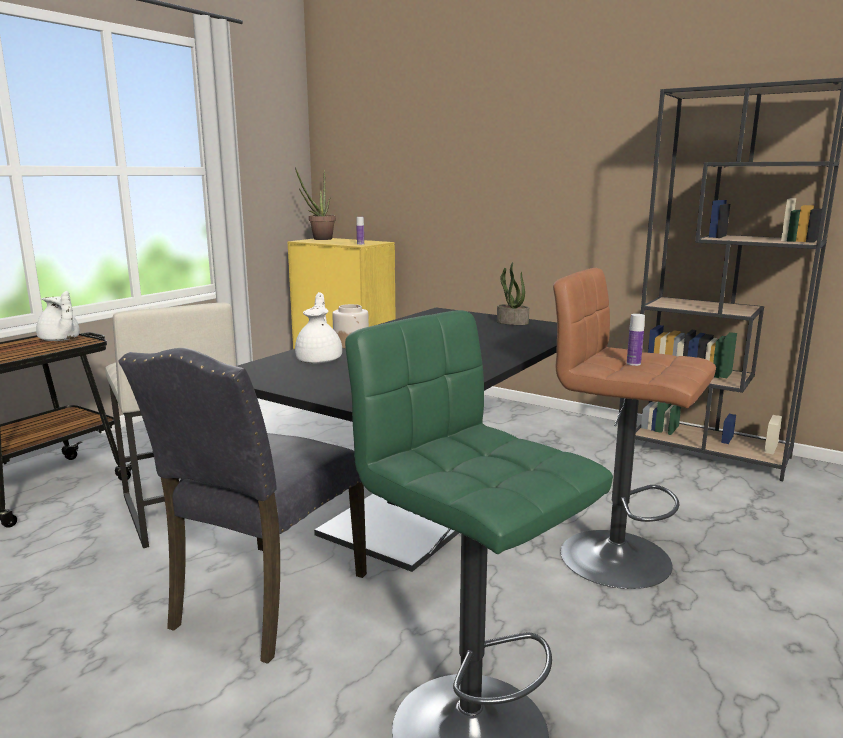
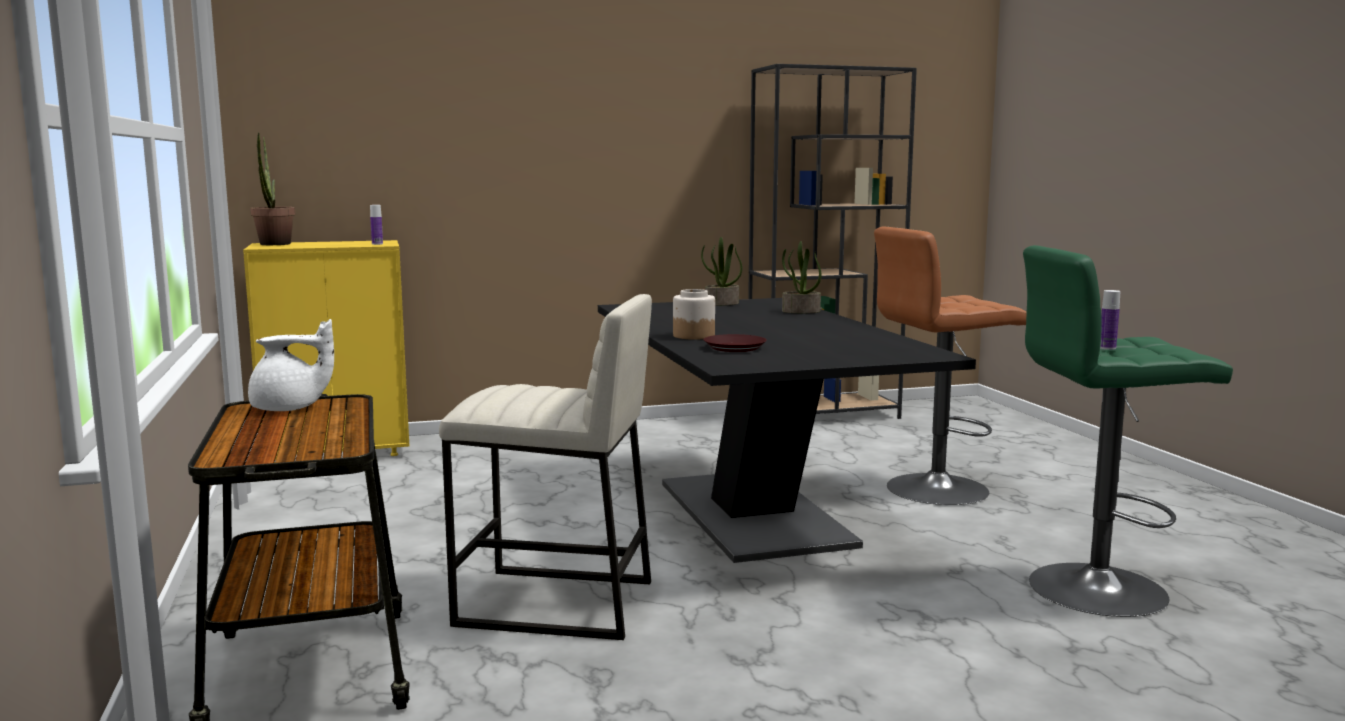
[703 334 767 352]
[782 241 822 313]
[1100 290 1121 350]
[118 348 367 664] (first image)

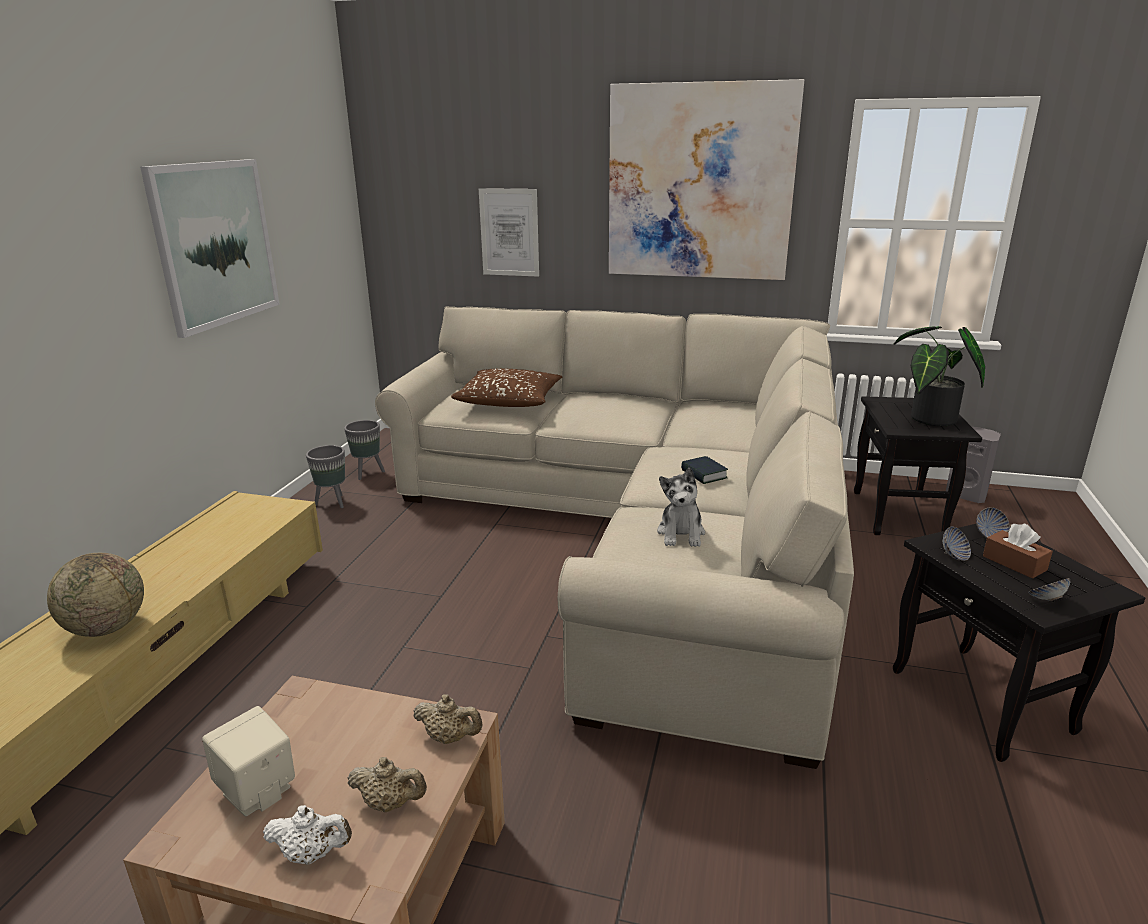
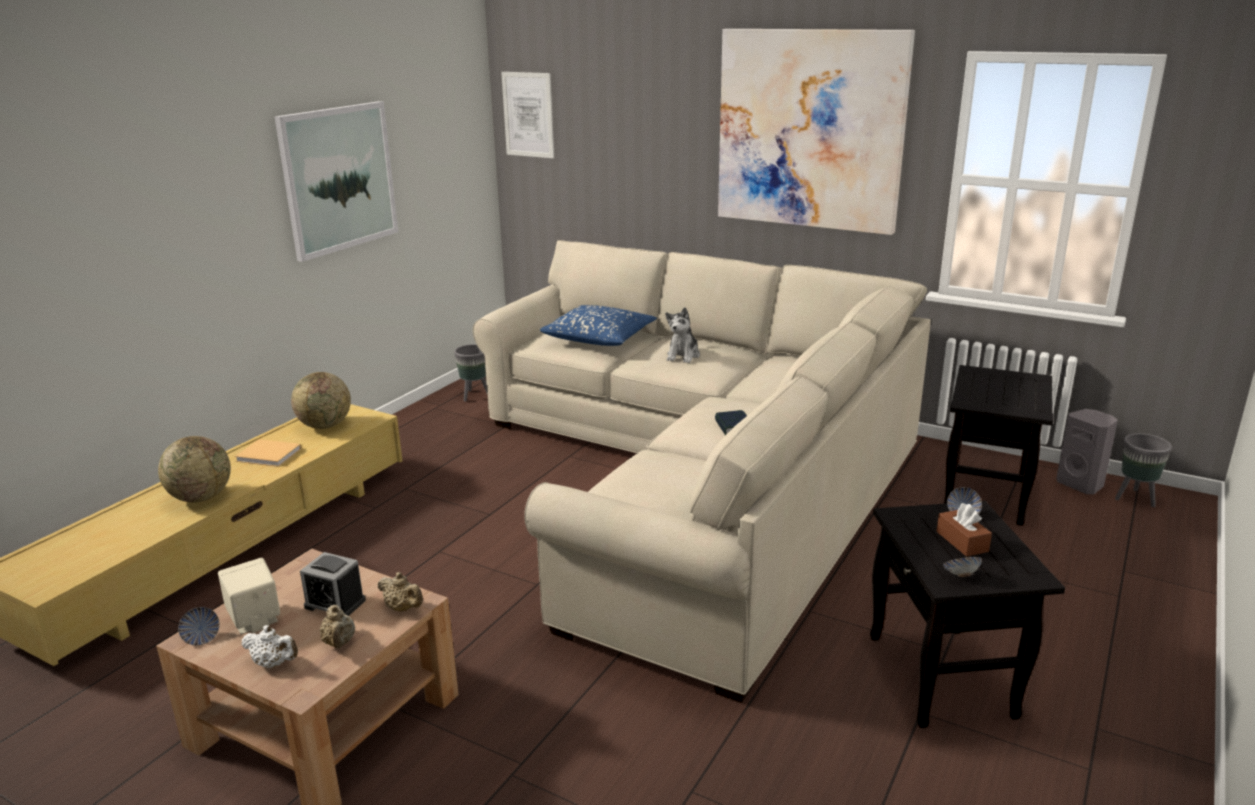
[178 607 220 645]
[235 439 301 467]
[291 372 351 429]
[300 552 366 616]
[319 605 355 649]
[501 72 554 158]
[540 305 657 346]
[665 307 700 363]
[1115 433 1172 507]
[893 326 985 426] (first image)

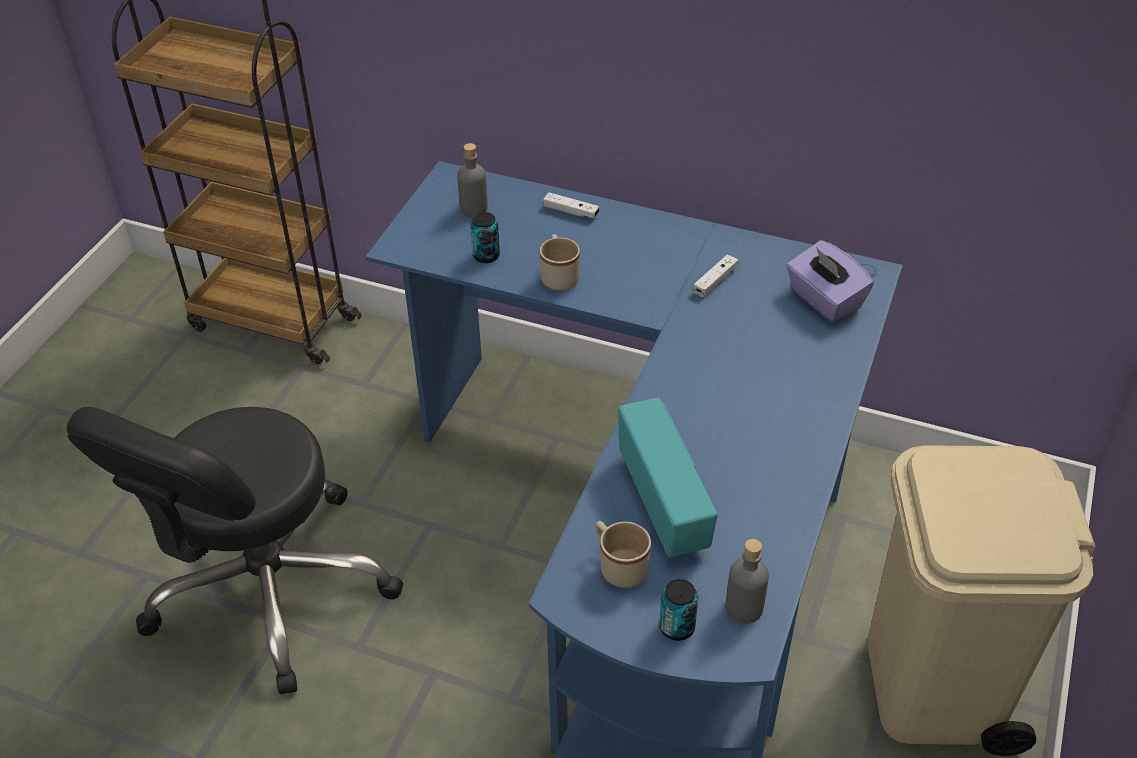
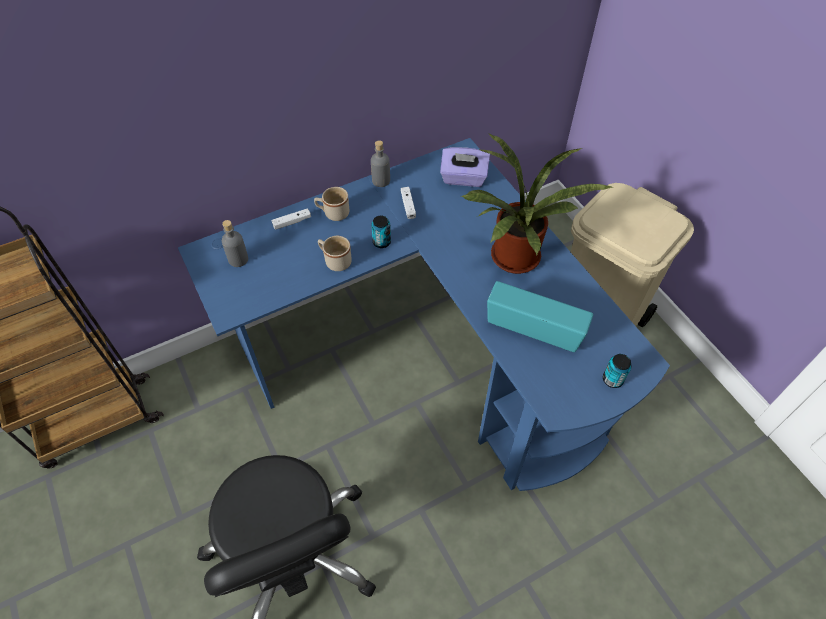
[314 187 349 221]
[371 140 390 187]
[371 216 391 248]
[461 133 613 274]

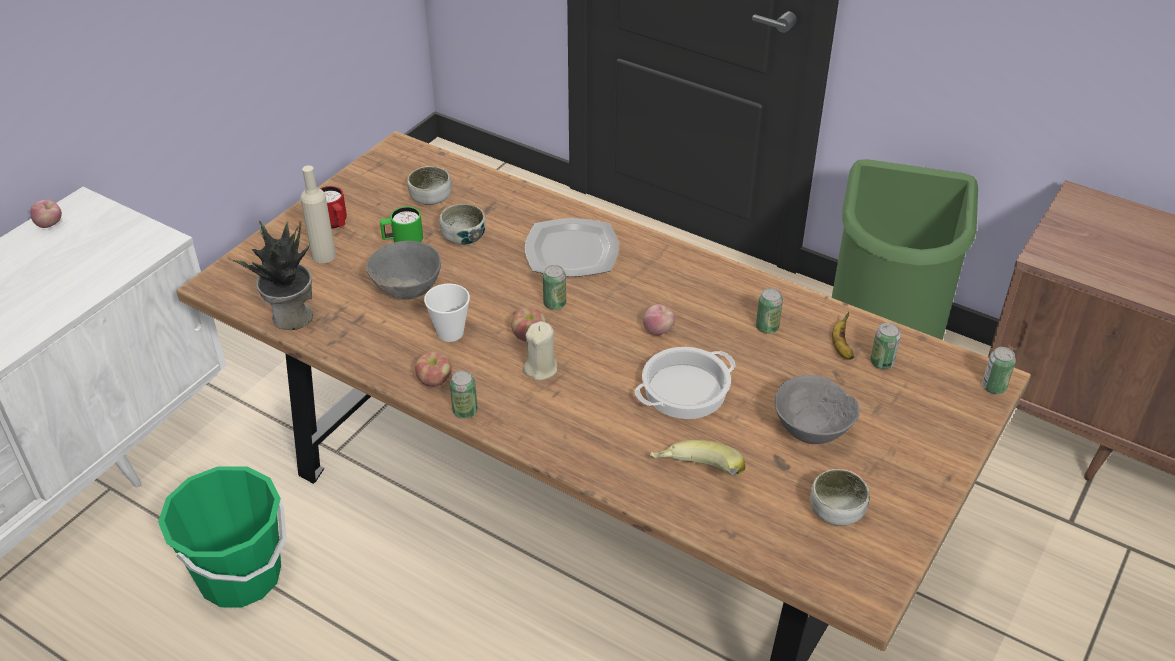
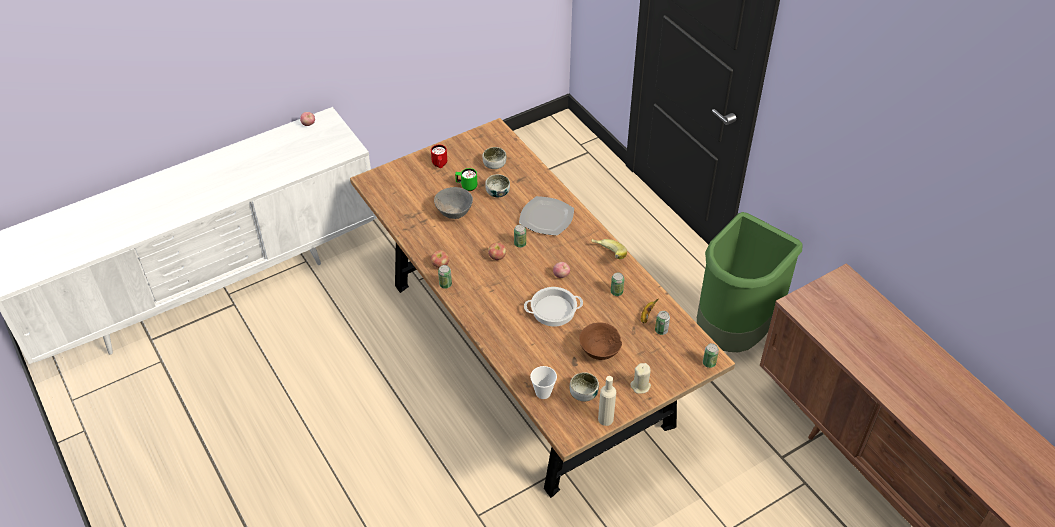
[530 366 557 399]
[579 322 622 360]
[591 239 627 259]
[598 376 616 426]
[631 363 651 394]
[158 466 287 607] (first image)
[227 221 313 330] (first image)

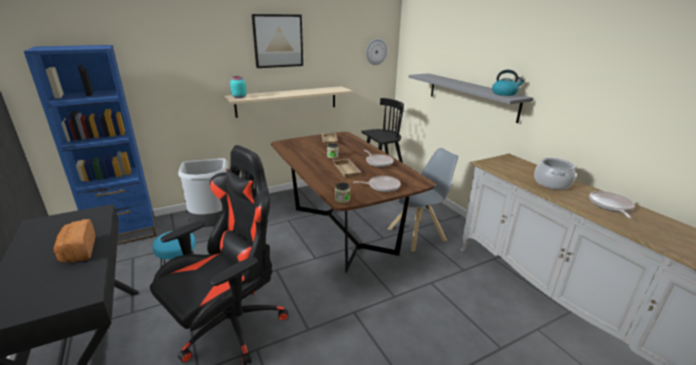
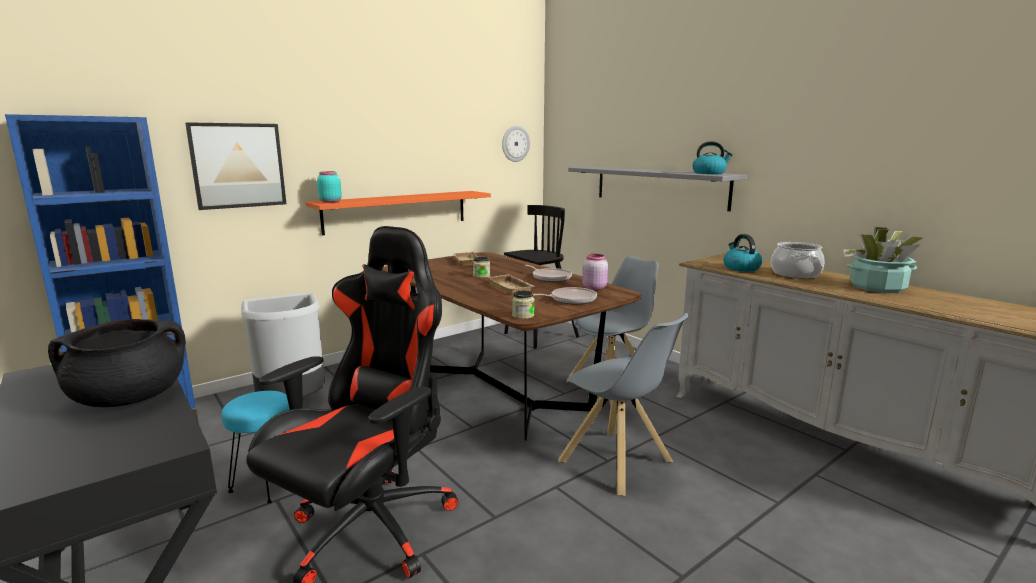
[48 319 186 407]
[185 122 286 210]
[305 191 491 235]
[558 313 688 496]
[582 254 608 290]
[724 234 762 272]
[843 227 924 293]

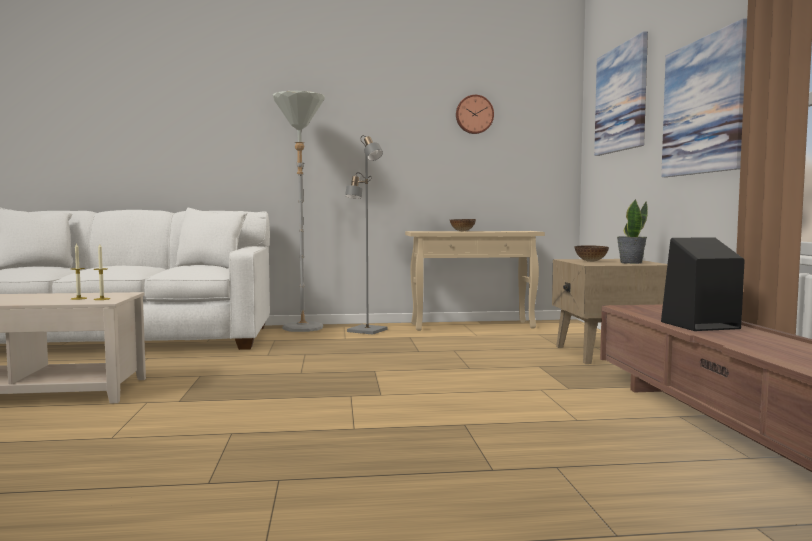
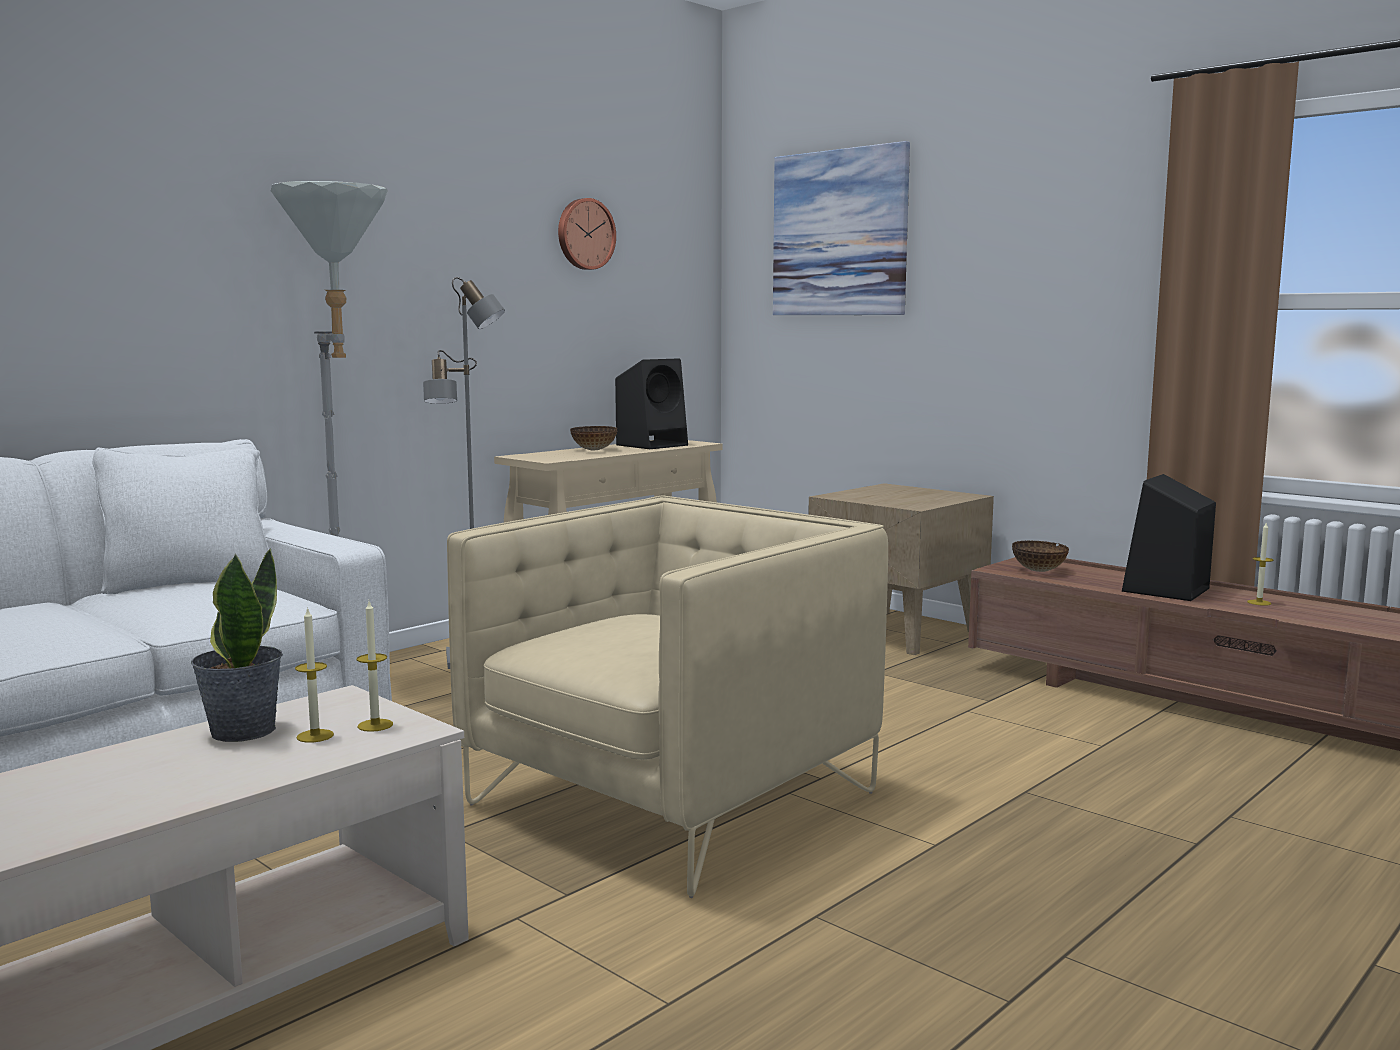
[191 548 283 742]
[447 495 888 898]
[615 358 688 449]
[1012 541 1069 572]
[1247 523 1273 606]
[661 18 747 177] (first image)

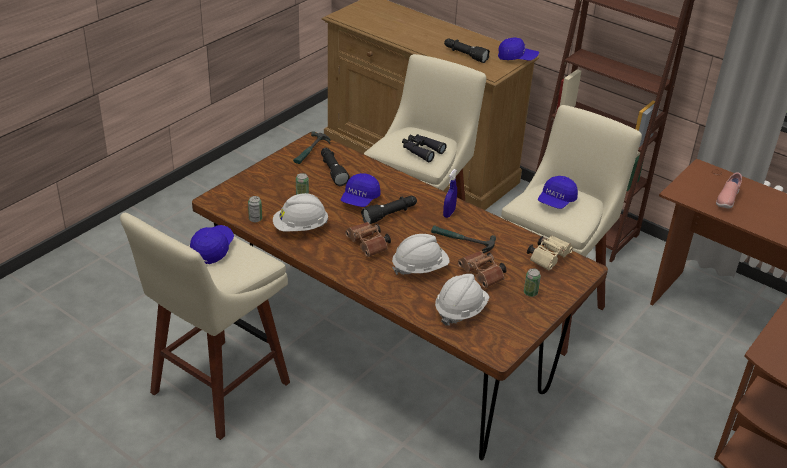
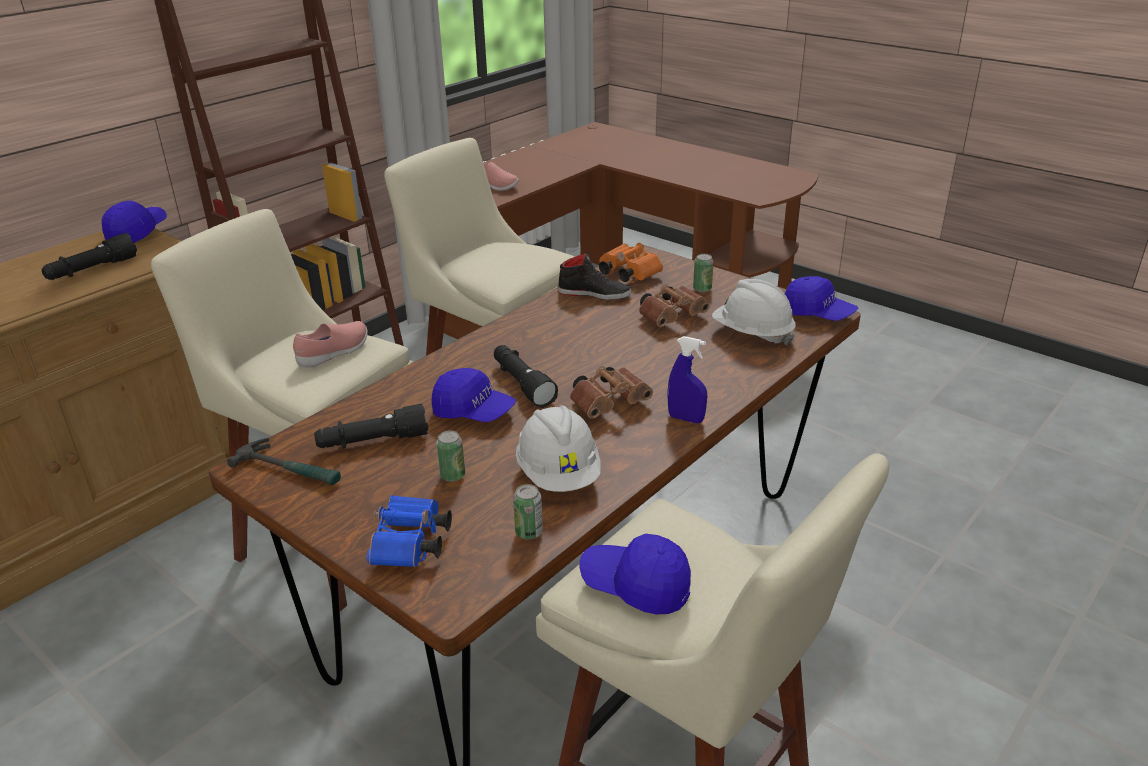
[293 321 368 368]
[367 495 452 567]
[558 252 632 300]
[599 243 663 283]
[668 336 707 423]
[785 276 858 321]
[392 234 450 275] (first image)
[431 225 496 253] (first image)

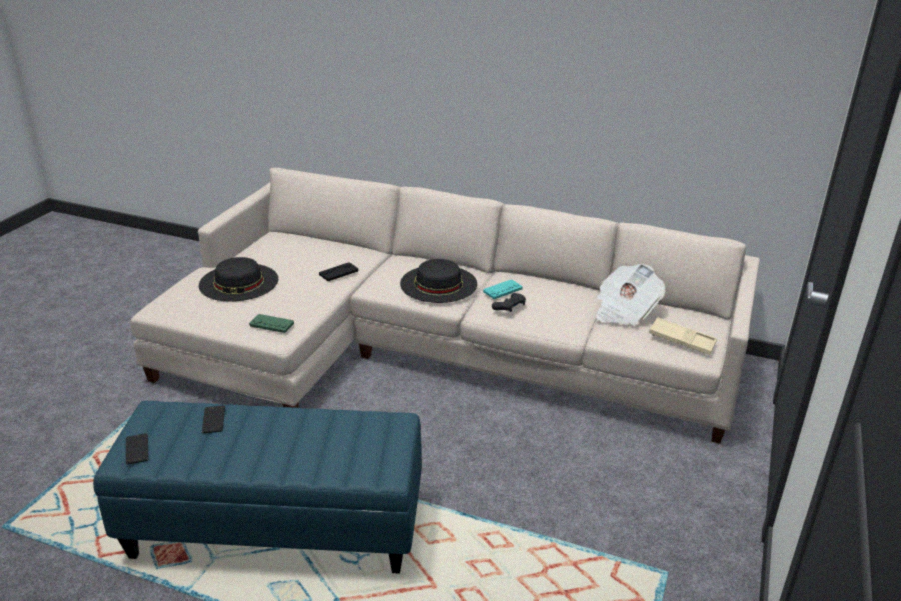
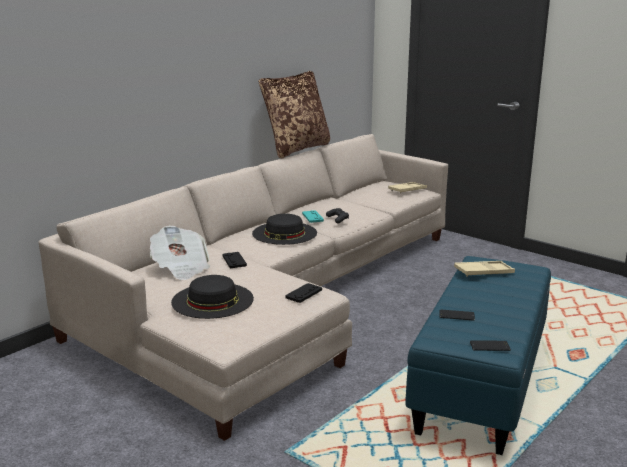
[150 225 210 281]
[258 71 330 158]
[285 283 322 303]
[454 261 515 277]

